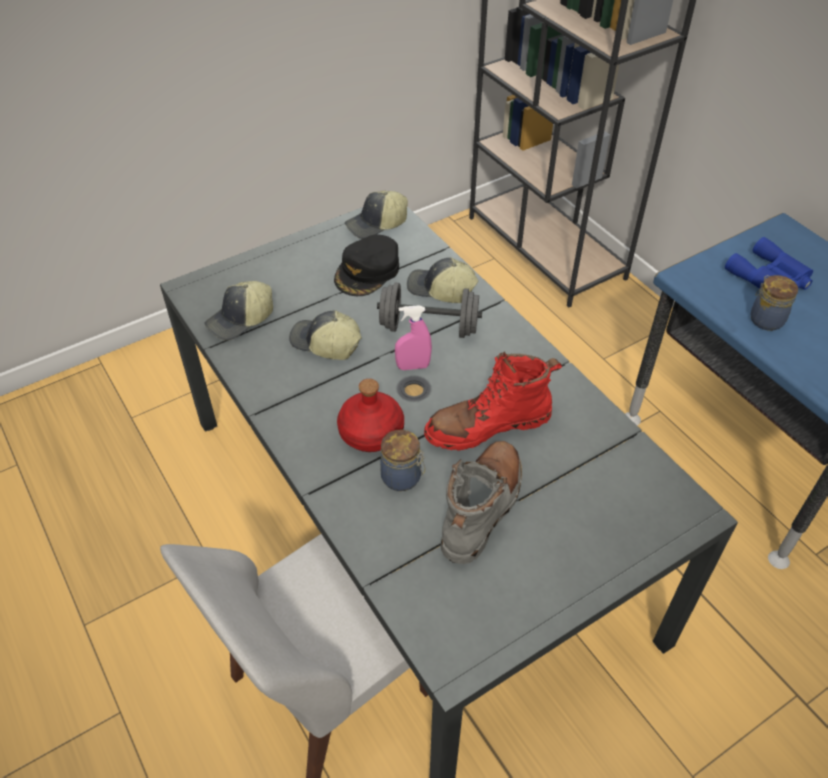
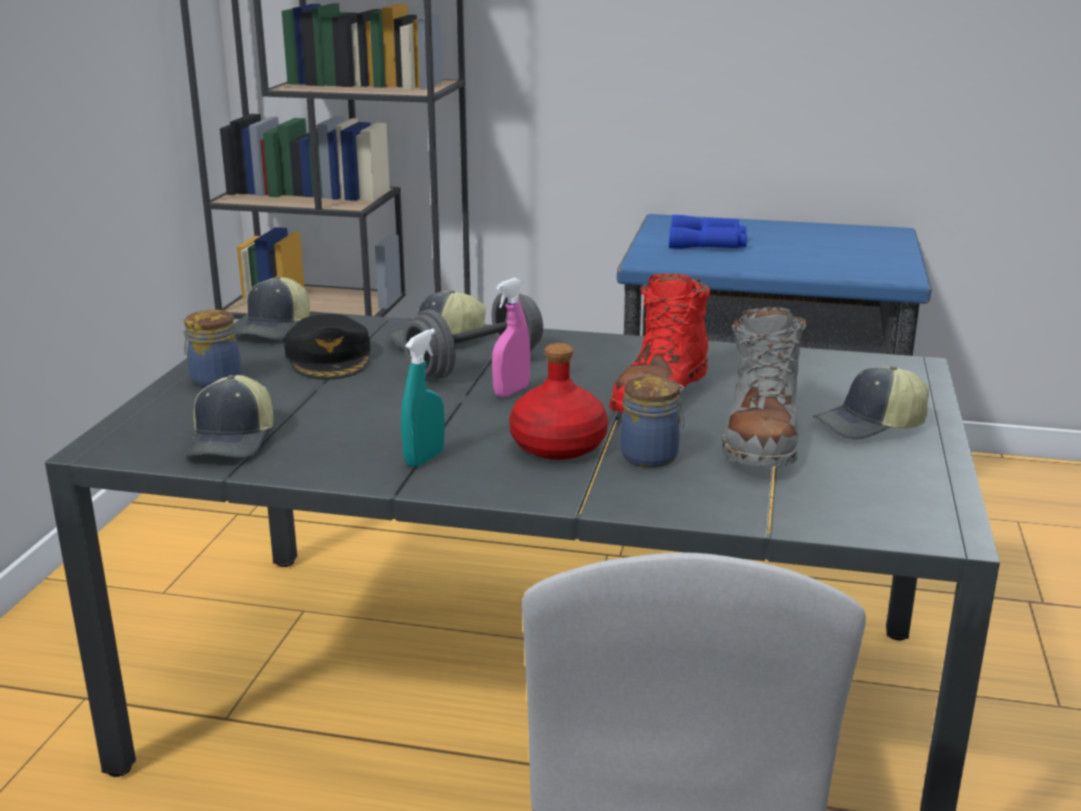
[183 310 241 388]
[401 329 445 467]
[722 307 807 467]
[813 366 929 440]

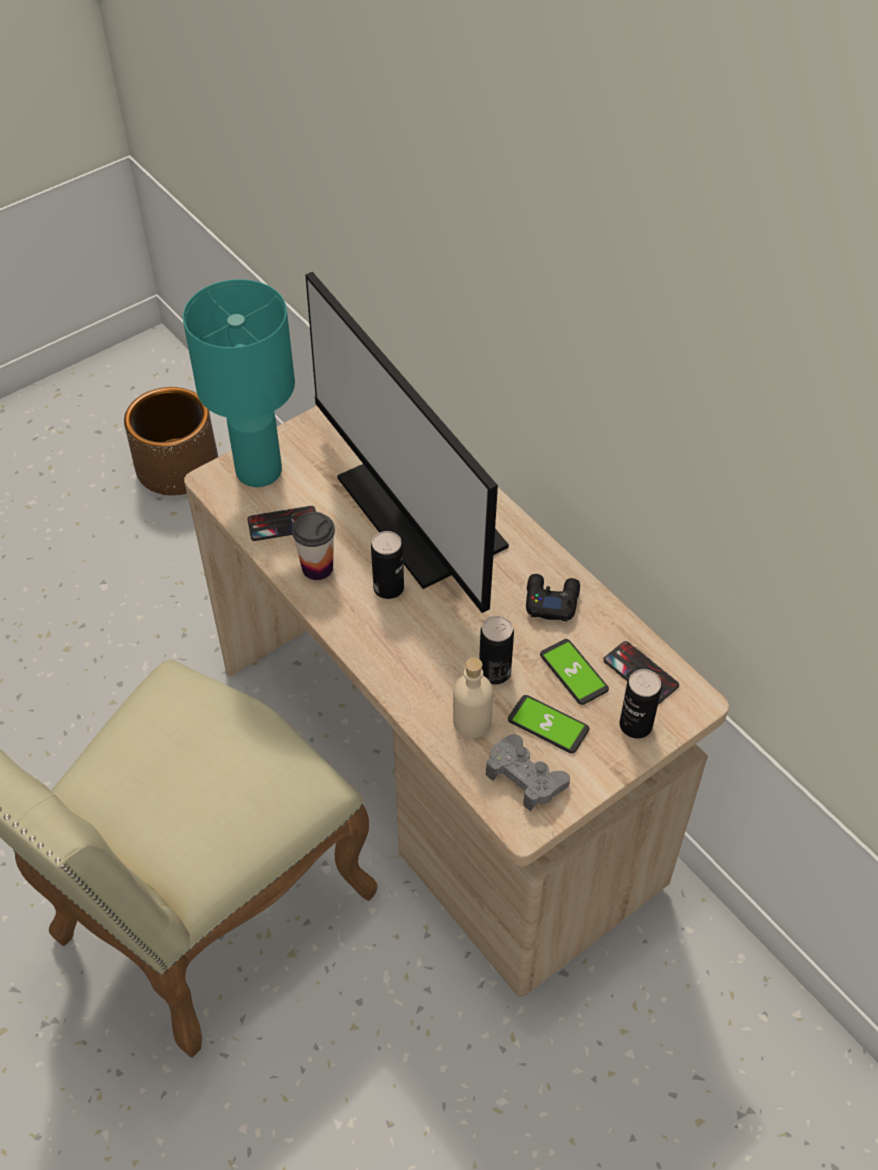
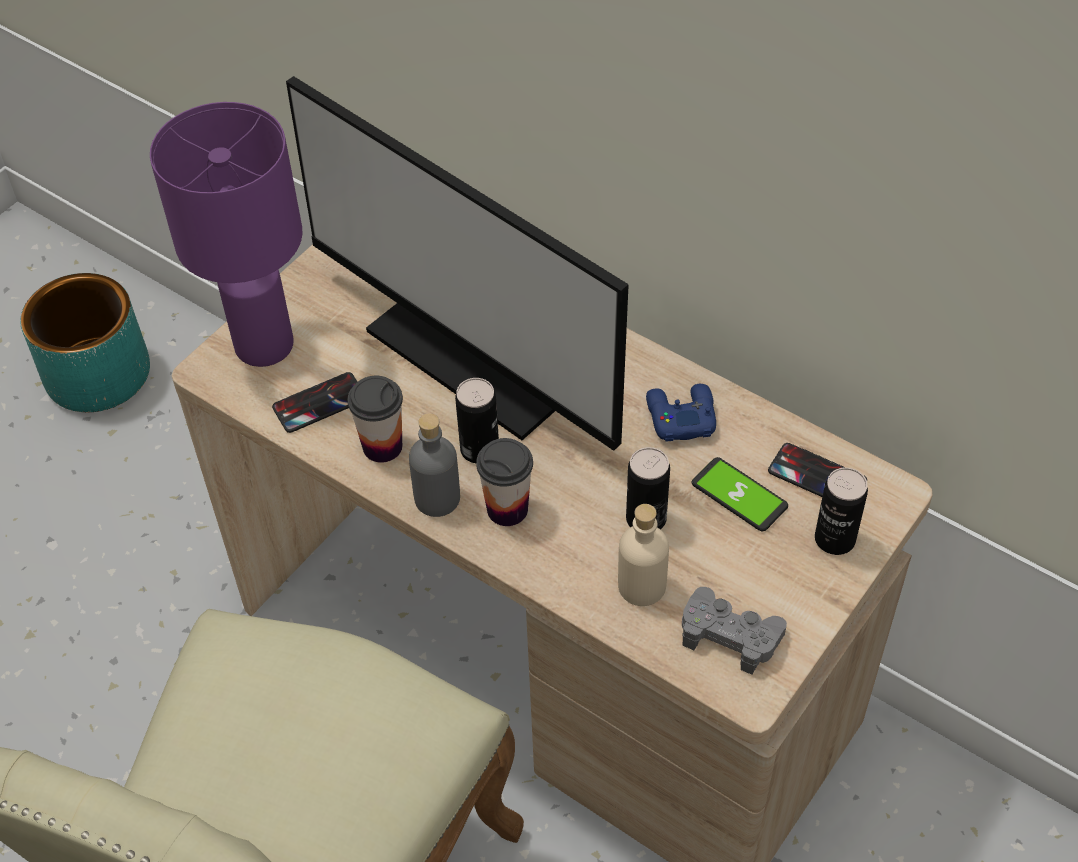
[20 273 150 412]
[150 102 302 367]
[409 413 460 517]
[476 438 533 526]
[646 384 716 442]
[508 695 590 753] (first image)

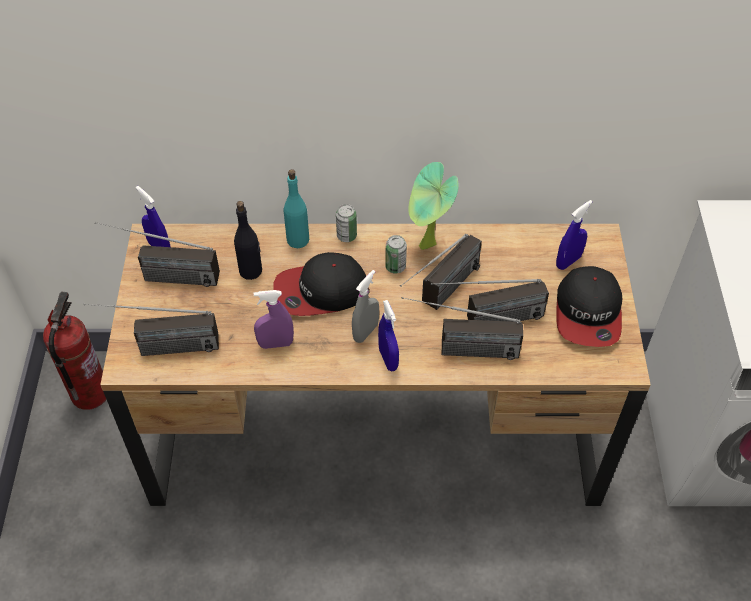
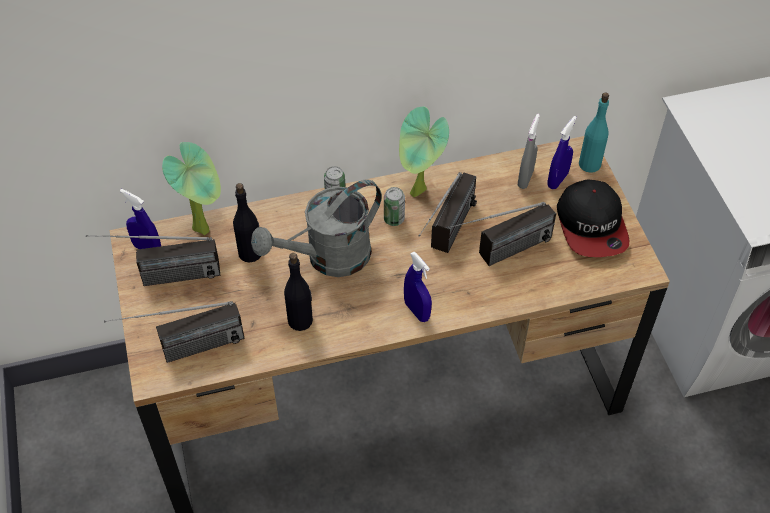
[162 142 221 235]
[251 180 382 277]
[284 253 313 331]
[518 114 540 189]
[579 92 609 173]
[43 291 107 410] (first image)
[401 297 523 360] (first image)

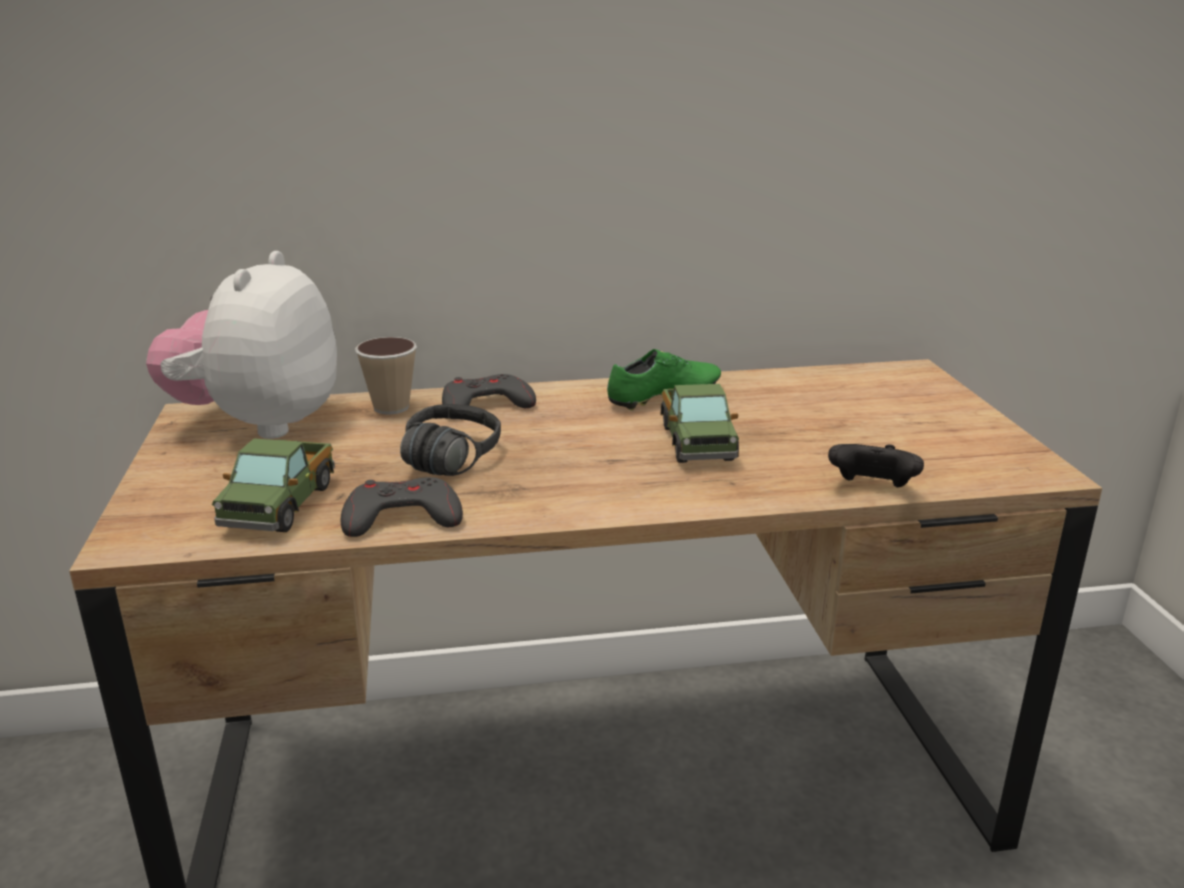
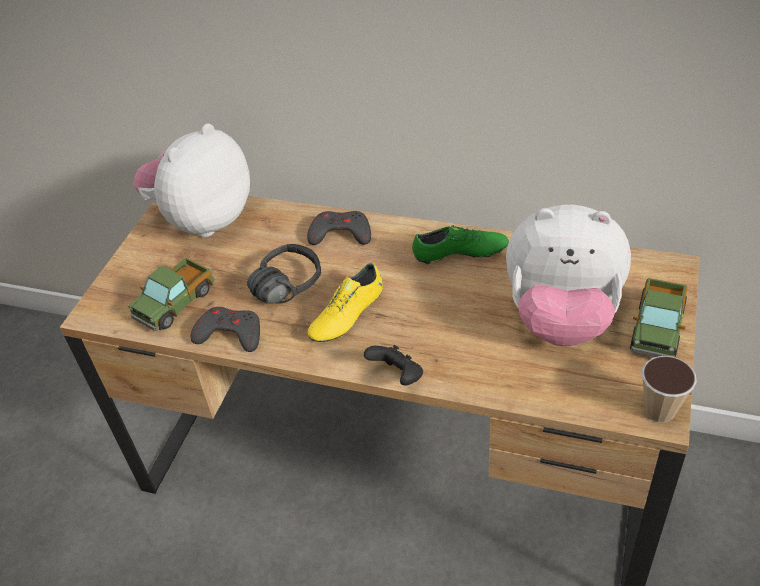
[308 263 383 342]
[364 345 423 385]
[506 205 631 346]
[630 278 687 358]
[642 356 697 423]

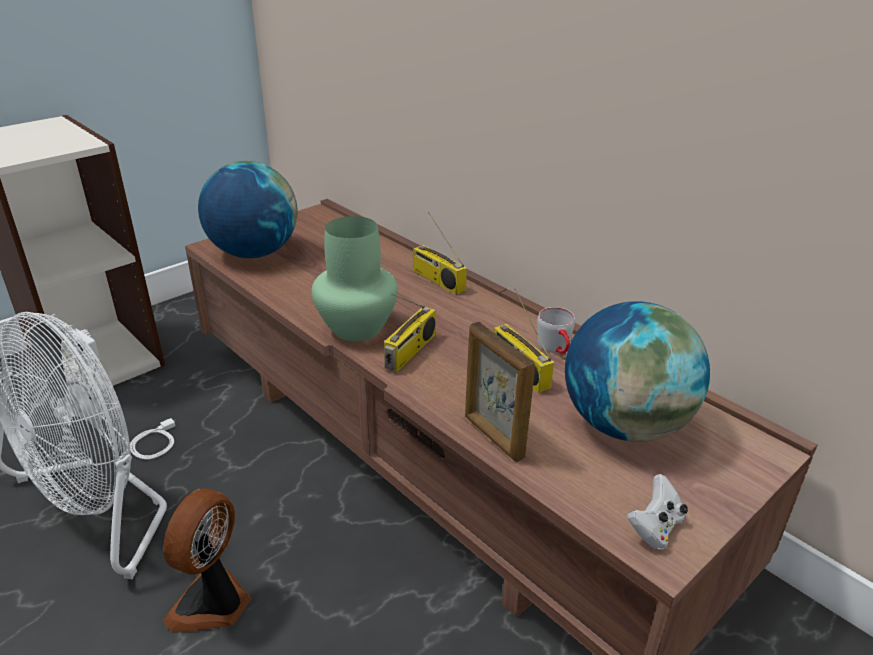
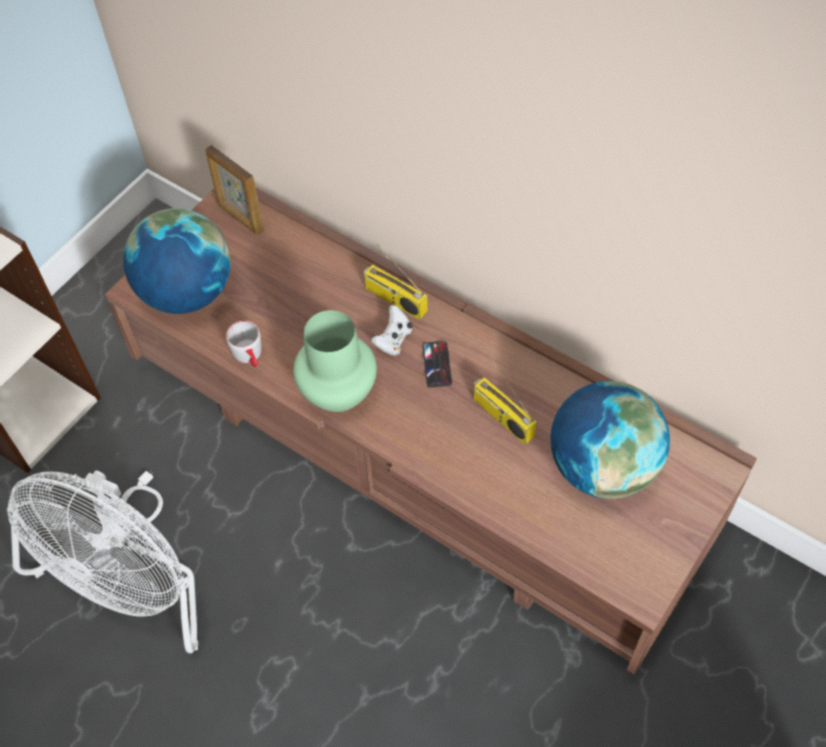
[206 145 264 235]
[226 321 262 367]
[371 305 413 356]
[422 341 452 388]
[163 488 251 632] (first image)
[384 293 436 372] (first image)

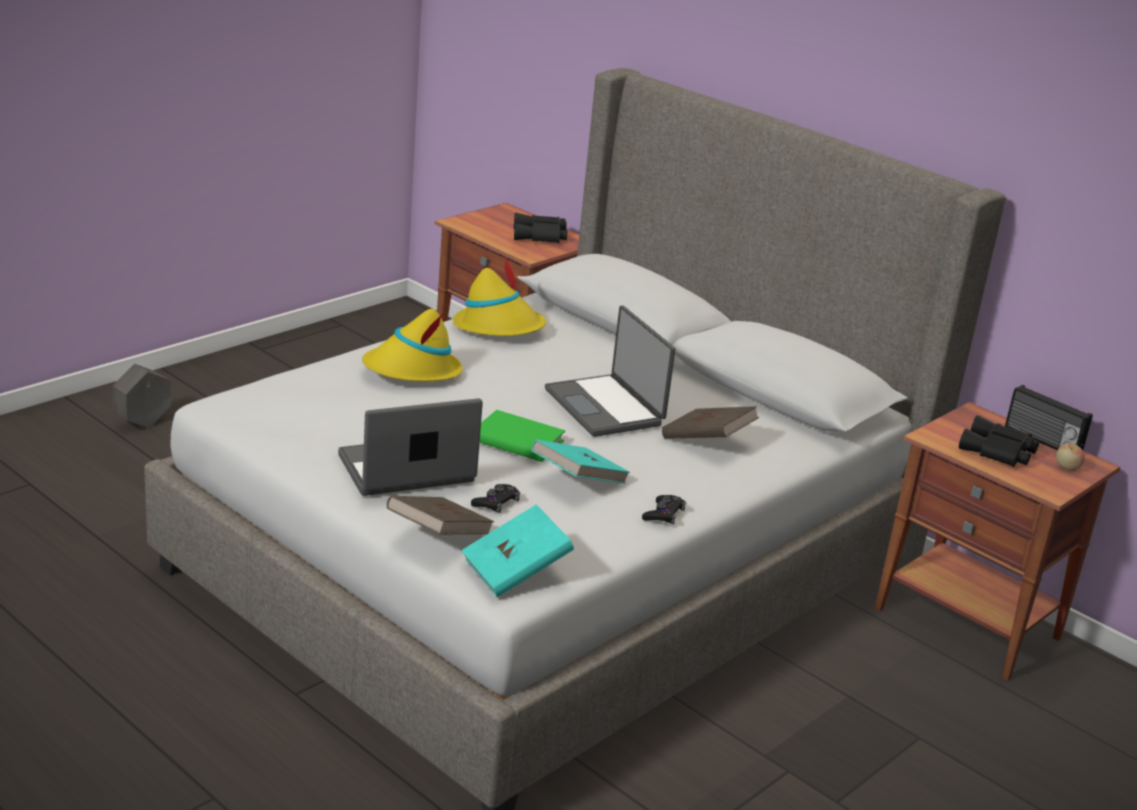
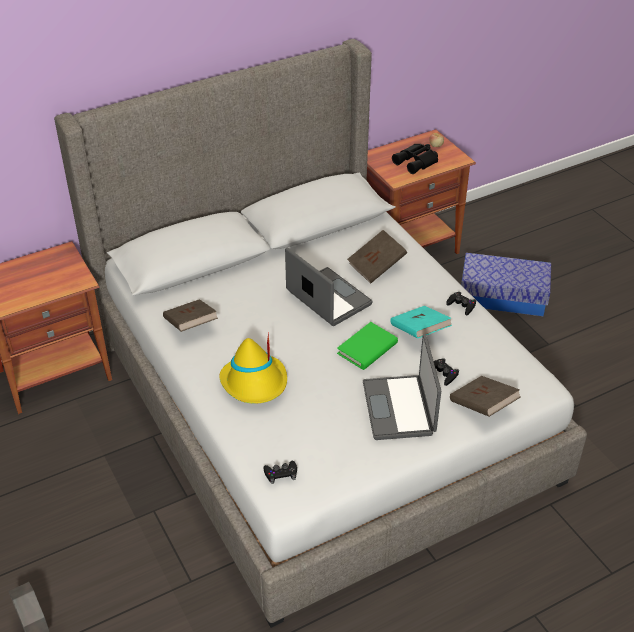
[163 299 218 332]
[264 461 297 484]
[285 247 373 326]
[461 253 551 316]
[461 504 574 597] (first image)
[514 213 567 243] (first image)
[1005 385 1093 451] (first image)

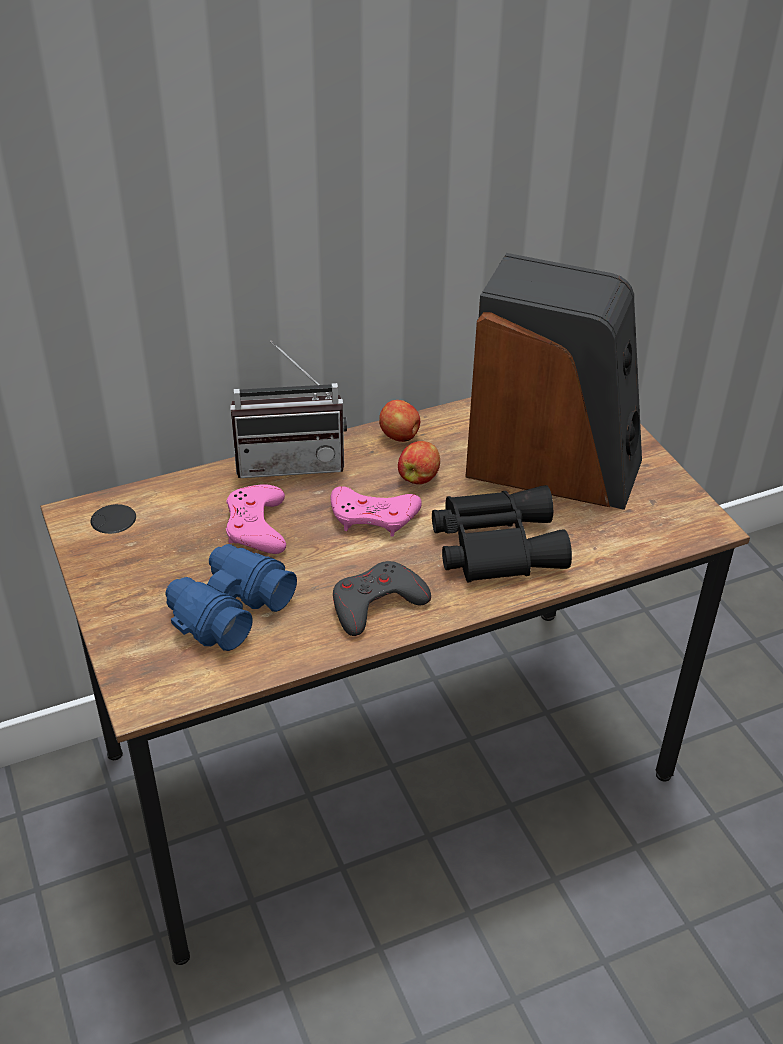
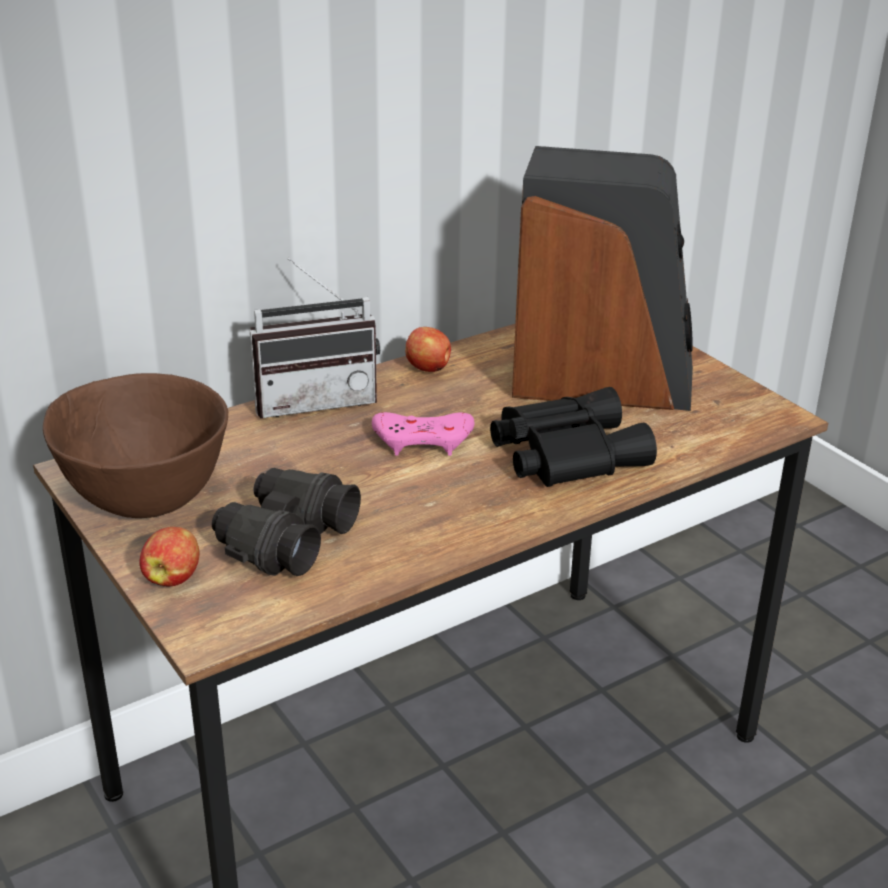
[43 373 228 518]
[140 527 200 586]
[212 468 361 576]
[226 484 286 554] (first image)
[333 561 431 636] (first image)

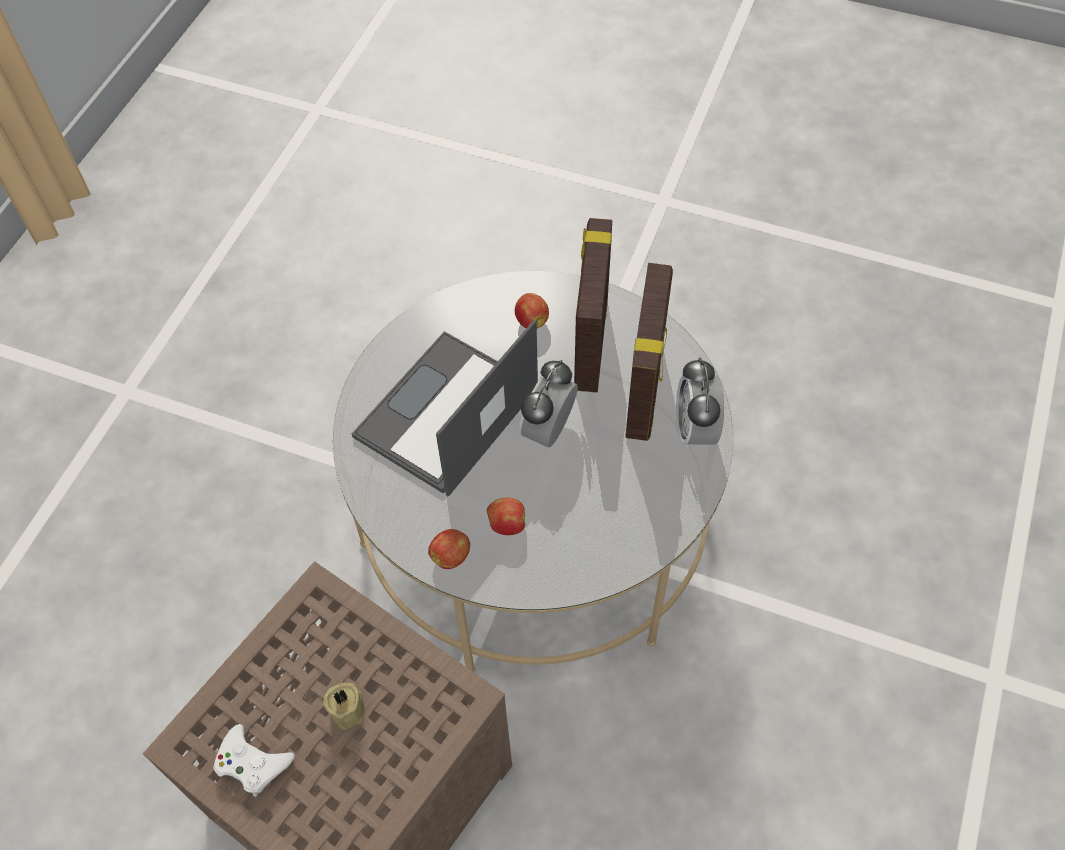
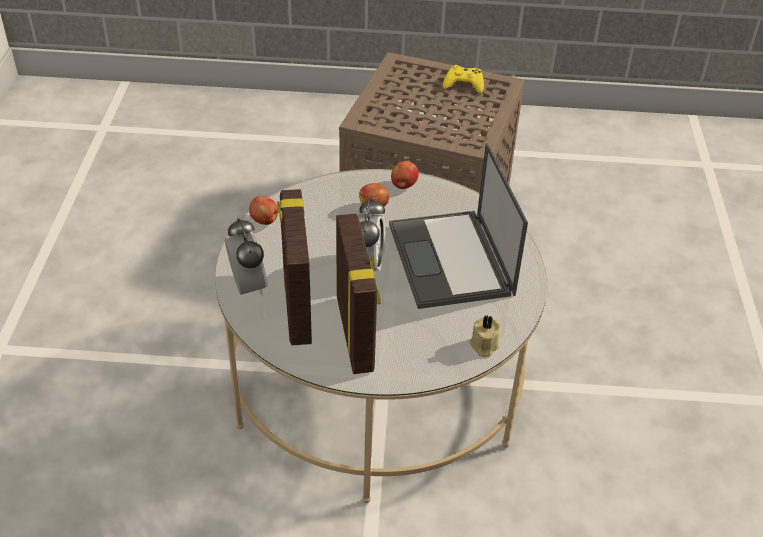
[249 196 278 225]
[389 143 528 309]
[443 65 484 94]
[469 315 501 357]

